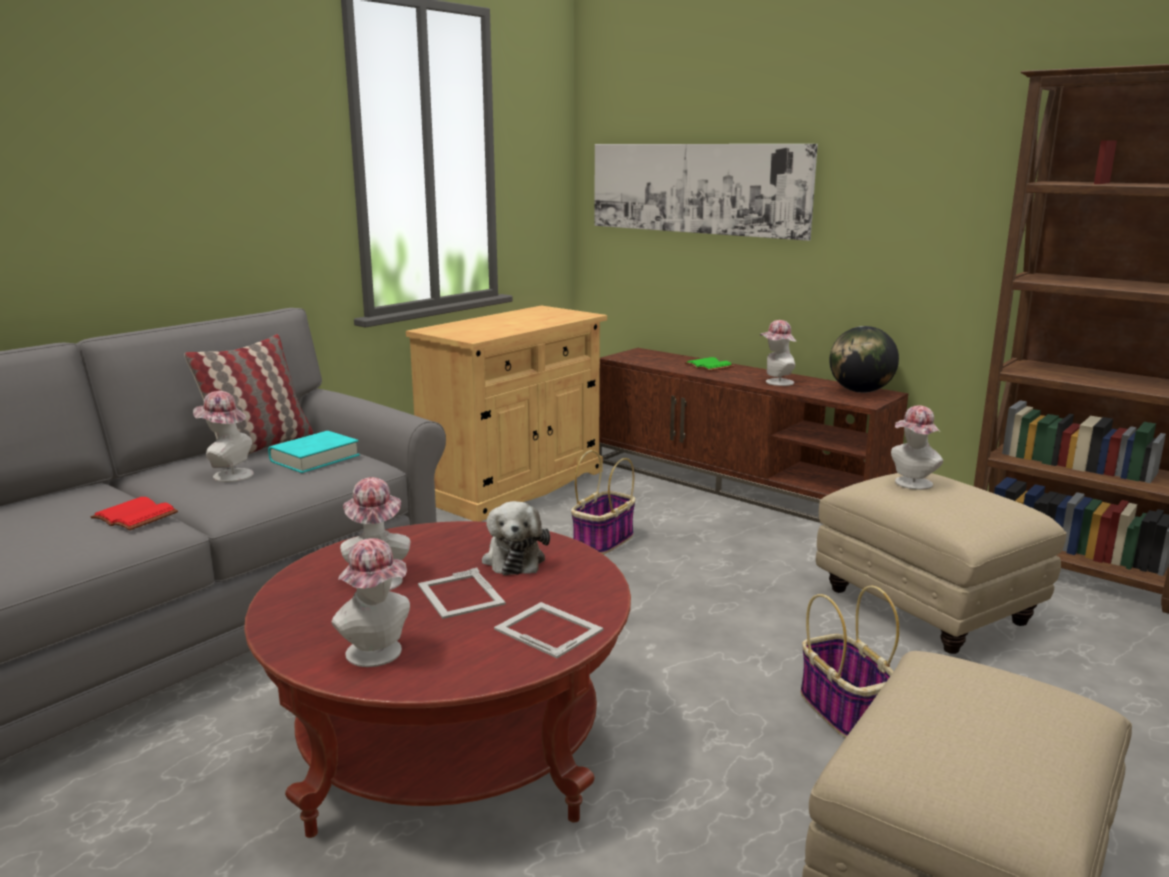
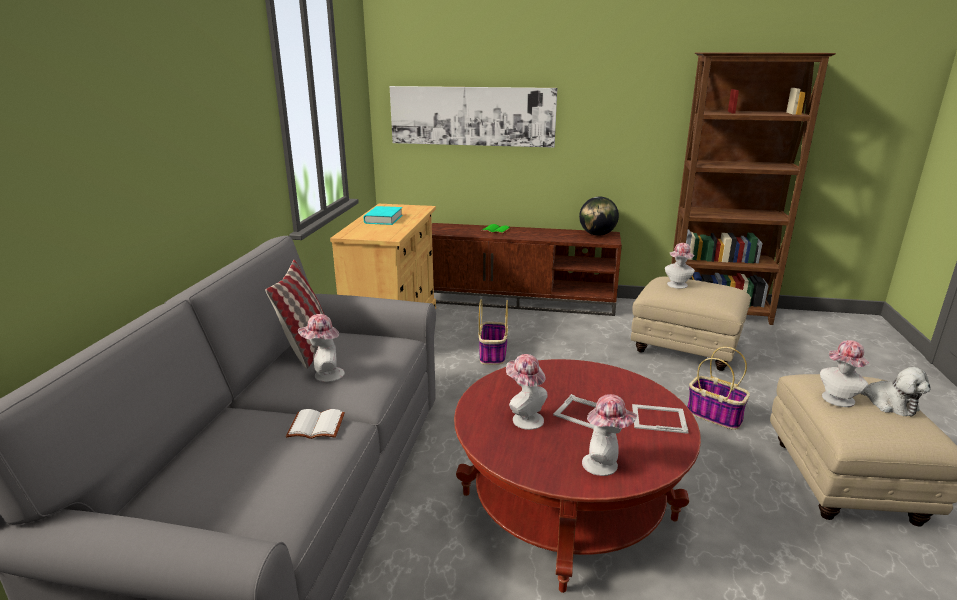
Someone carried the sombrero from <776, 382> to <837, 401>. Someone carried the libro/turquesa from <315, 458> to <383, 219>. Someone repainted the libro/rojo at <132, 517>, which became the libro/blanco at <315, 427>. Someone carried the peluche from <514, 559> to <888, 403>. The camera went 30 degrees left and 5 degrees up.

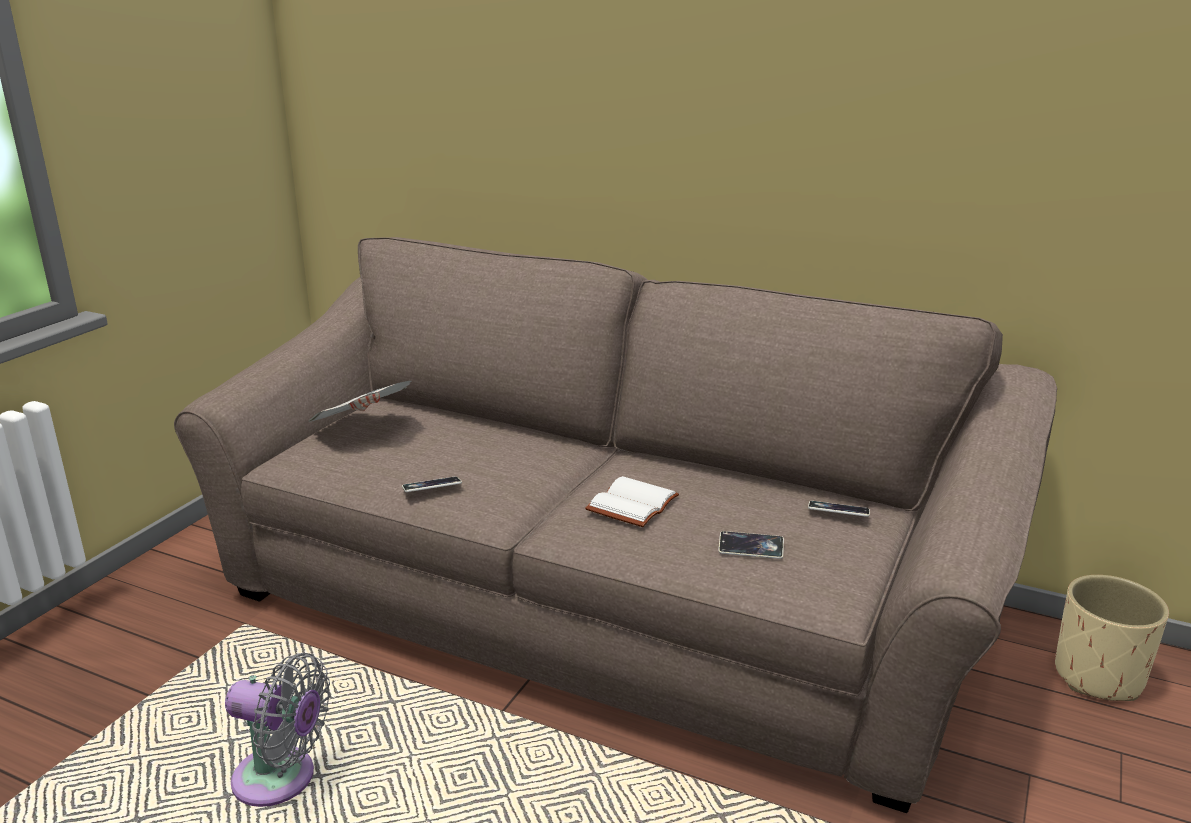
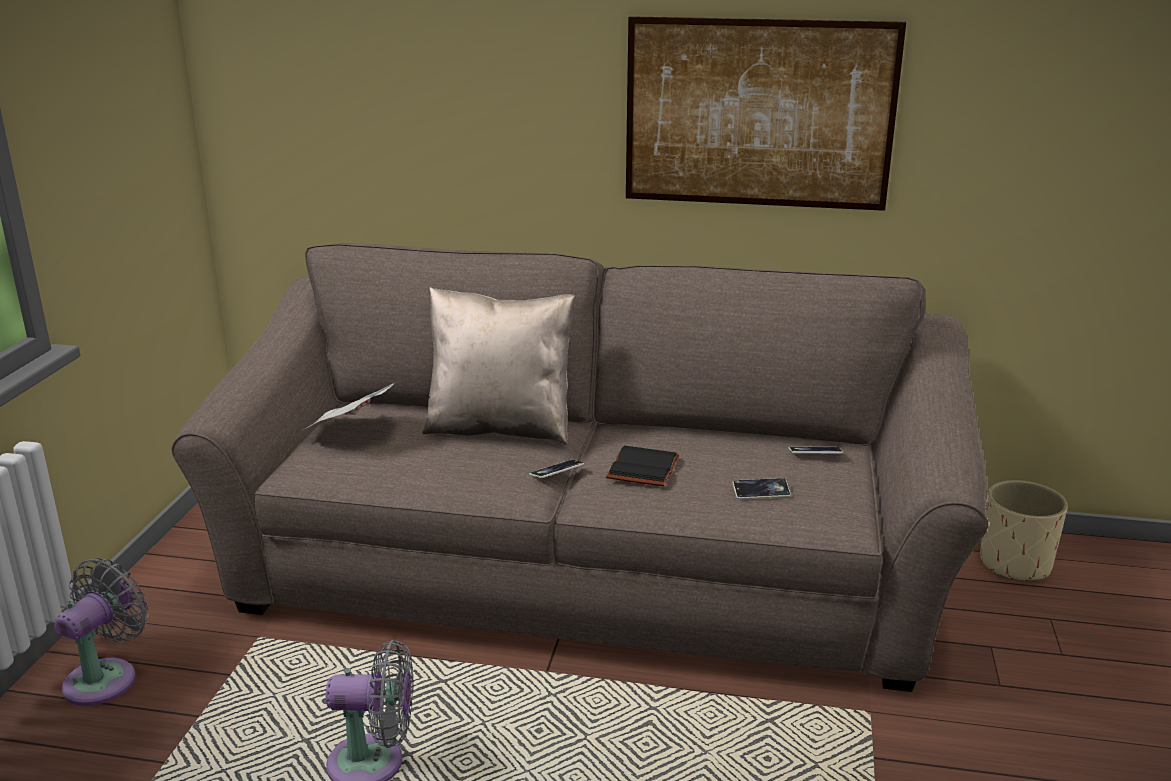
Someone carried the móvil from <432, 488> to <556, 472>. Someone repainted the libro/blanco at <631, 503>, which became the libro/negro at <641, 468>. Someone put up the cuadro at <758, 114>. Someone put down the cojín/beis at <500, 427>. Someone put down the ventilador/gris at <106, 678>. The camera went 15 degrees left and 0 degrees up.

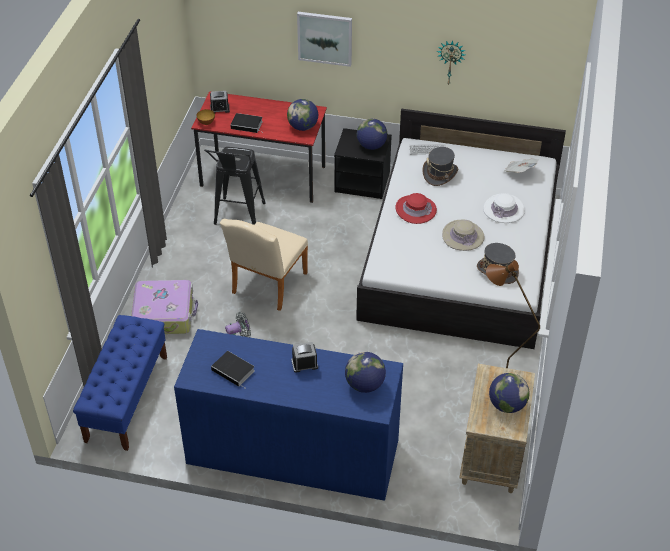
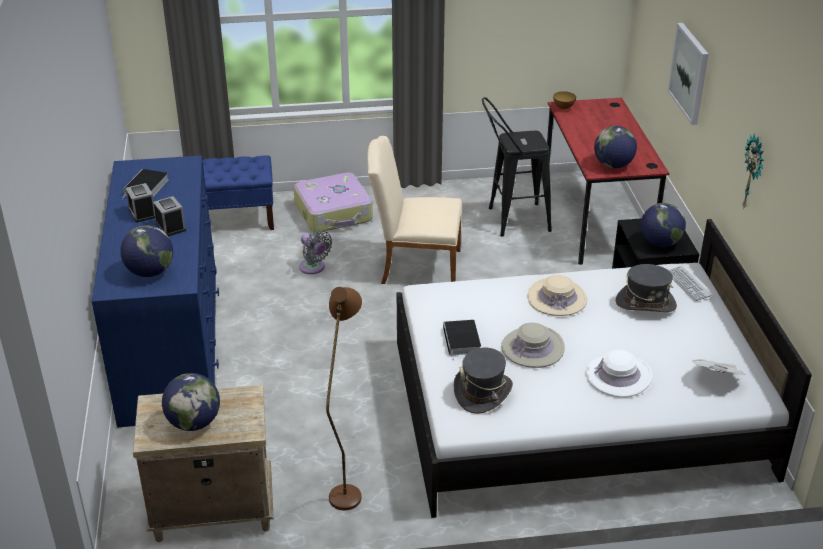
Someone carried the despertador from <220, 108> to <142, 213>. Someone carried the libro from <247, 125> to <462, 341>. Someone repainted the sombrero/rojo at <415, 210>, which became the sombrero/beis at <557, 298>. The camera went 70 degrees right and 10 degrees down.

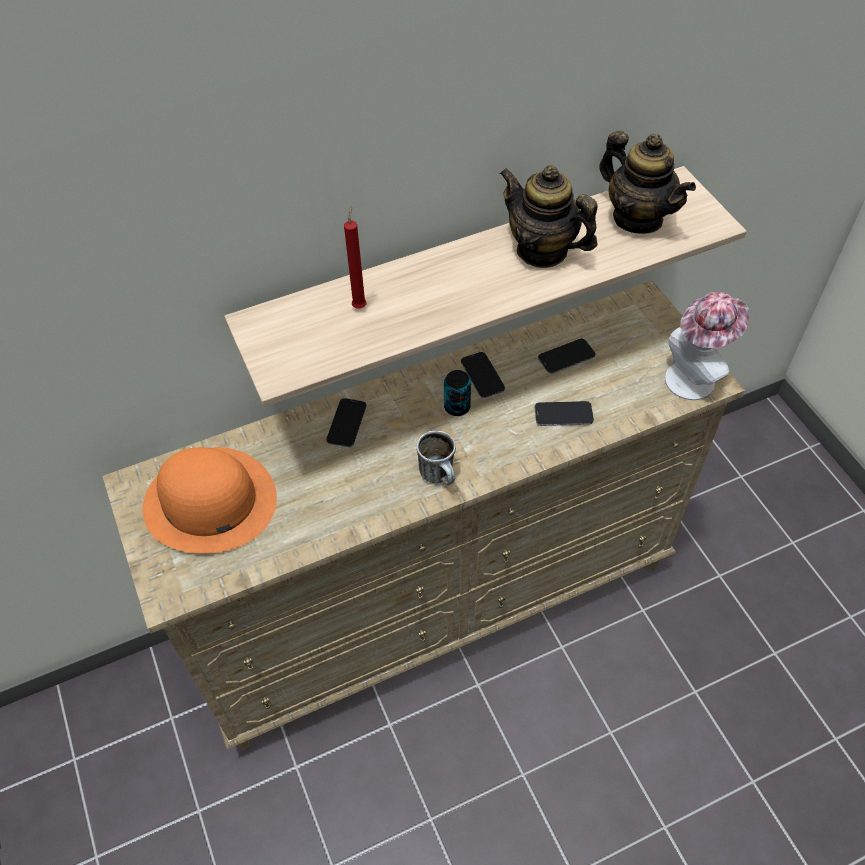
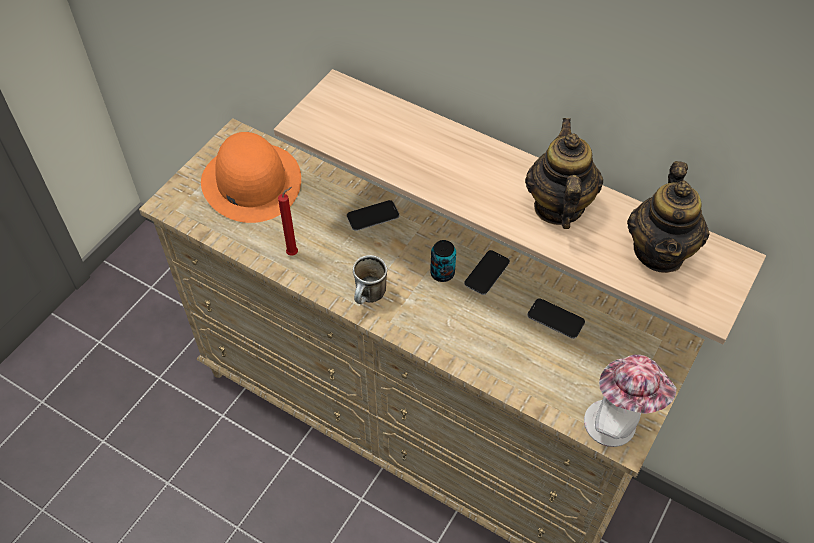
Someone carried the vela/rojo from <360, 305> to <294, 253>. Someone took away the móvil at <563, 414>. The camera went 55 degrees right and 0 degrees up.

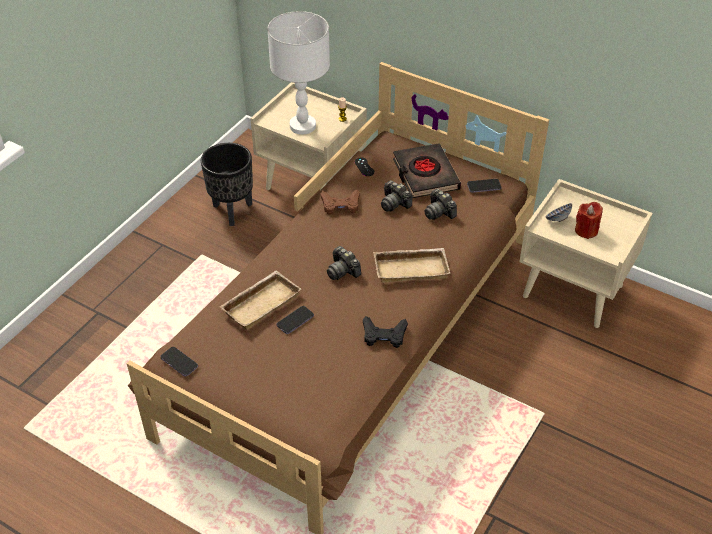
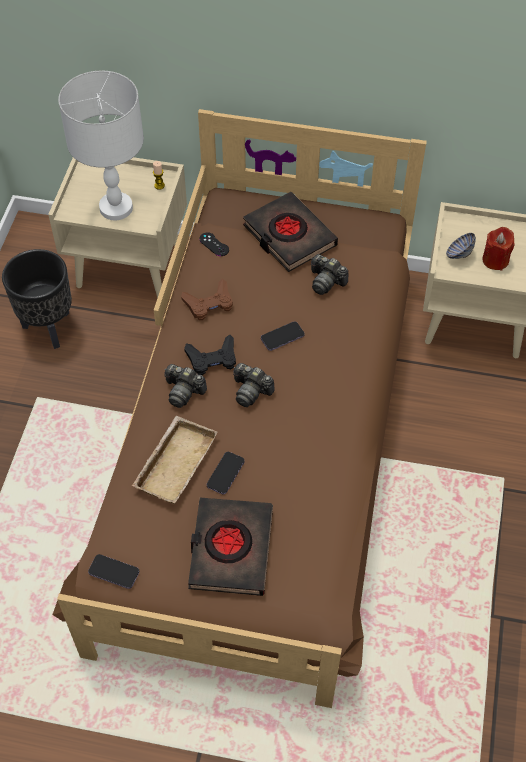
Someone carried the móvil from <484, 186> to <282, 337>. Someone carried the cámara from <394, 203> to <183, 391>. Someone took away the bandeja/beis at <411, 268>. Someone carried the mando de consola/negro from <384, 335> to <212, 359>. Someone put down the libro/negro at <230, 549>. The camera went 20 degrees left and 10 degrees up.

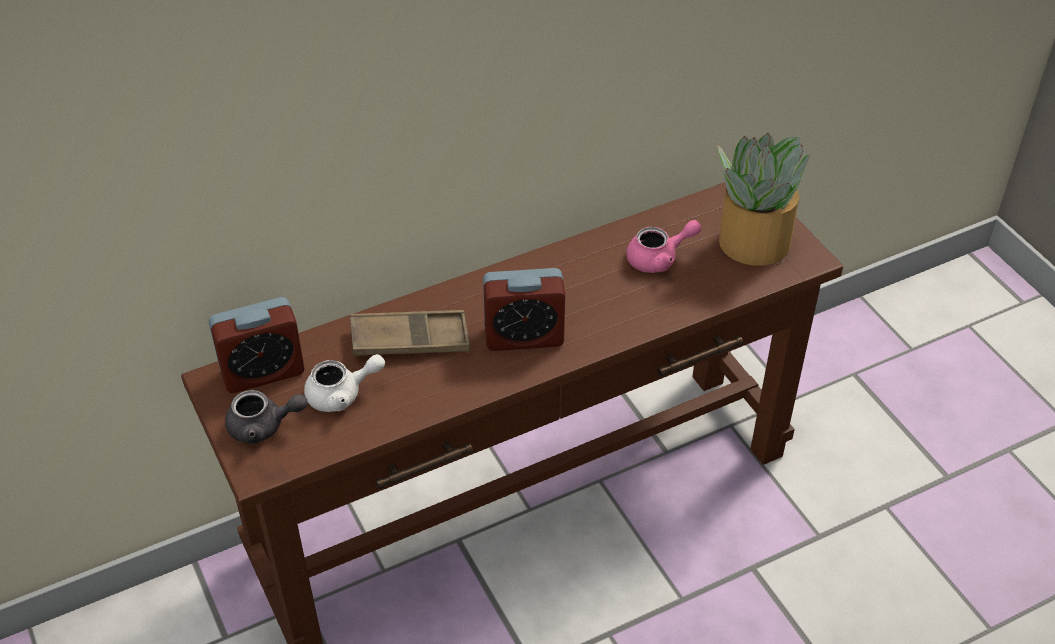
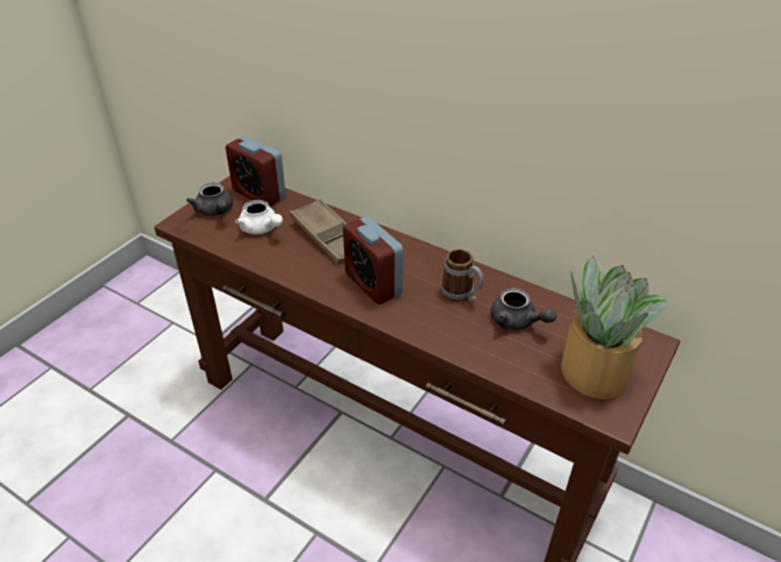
Someone repainted the tetera/rosa at <659, 258>, which became the tetera/gris at <517, 322>. Someone put down the taza grande at <461, 295>. The camera went 60 degrees right and 5 degrees down.

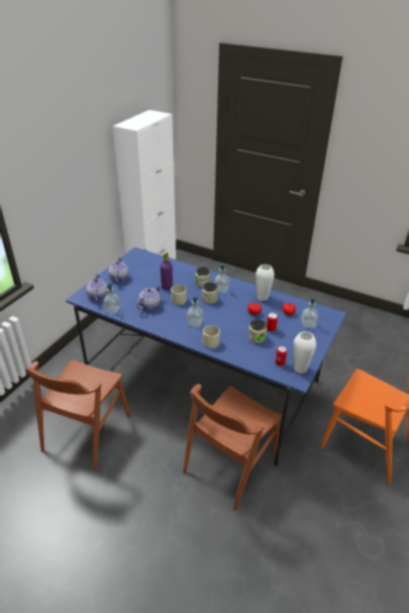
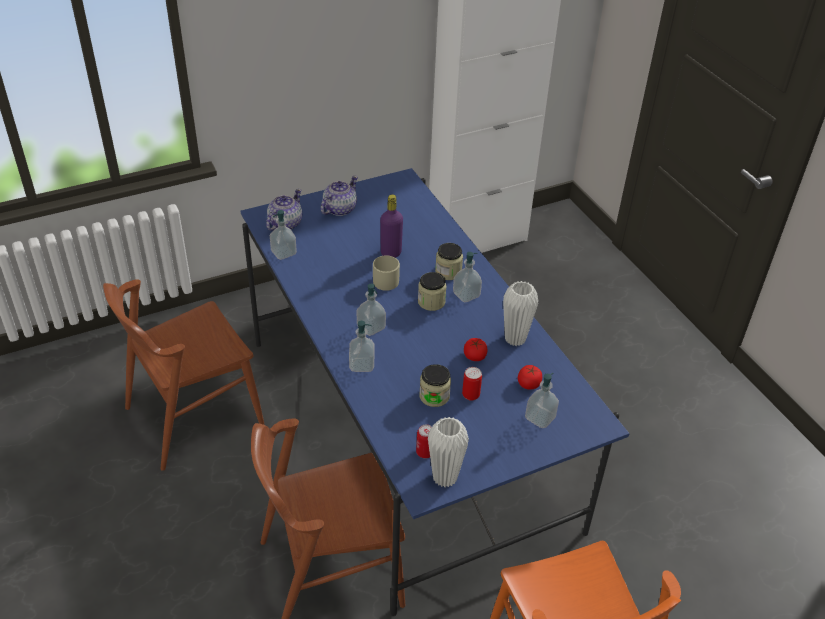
Someone took away the tetera at <149, 305>. Someone swapped the taza grande/beis at <209, 341> for the dispensador de jabón at <361, 365>. The camera went 35 degrees right and 5 degrees up.

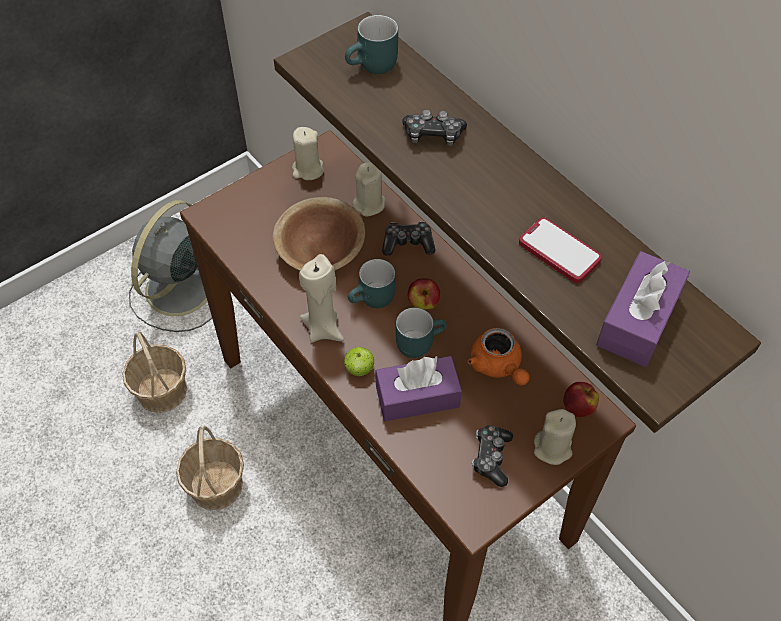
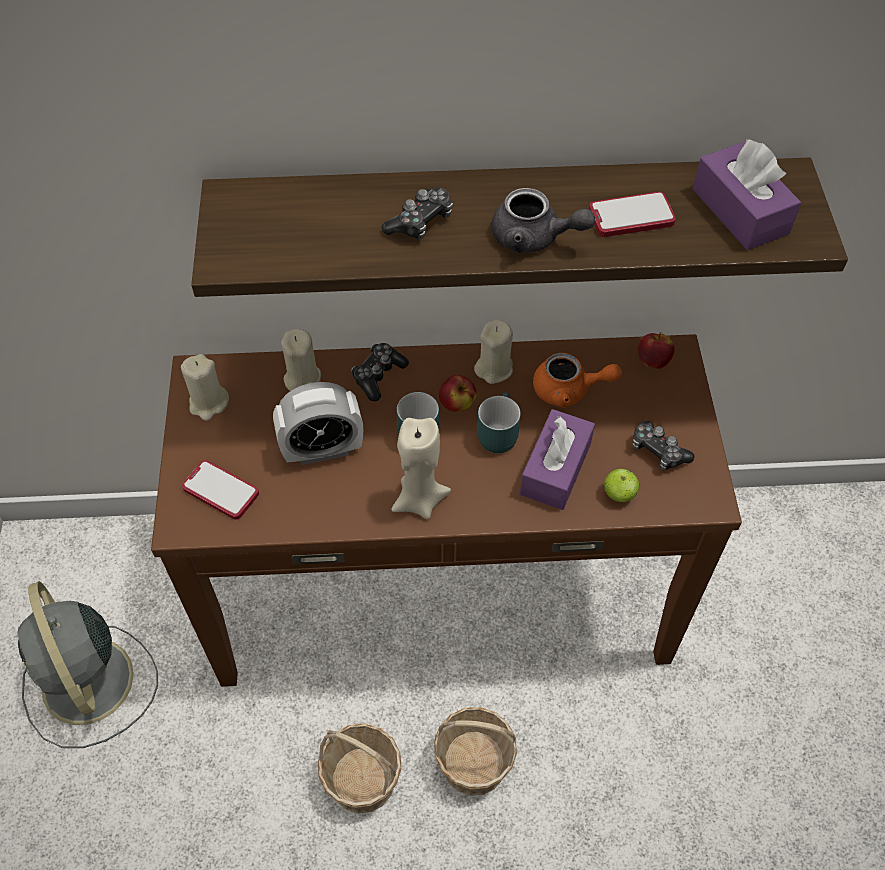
Someone took away the taza grande/turquesa at <373, 67>. Someone swapped the cuenco/marrón at <320, 250> for the despertador at <322, 450>. Someone carried the cesta from <162, 390> to <473, 762>. Someone carried the manzana from <359, 369> to <619, 494>. Someone carried the vela/beis from <552, 448> to <494, 368>. Someone put down the tetera/gris at <534, 238>. Someone put down the móvil at <221, 491>. The camera went 55 degrees left and 0 degrees up.

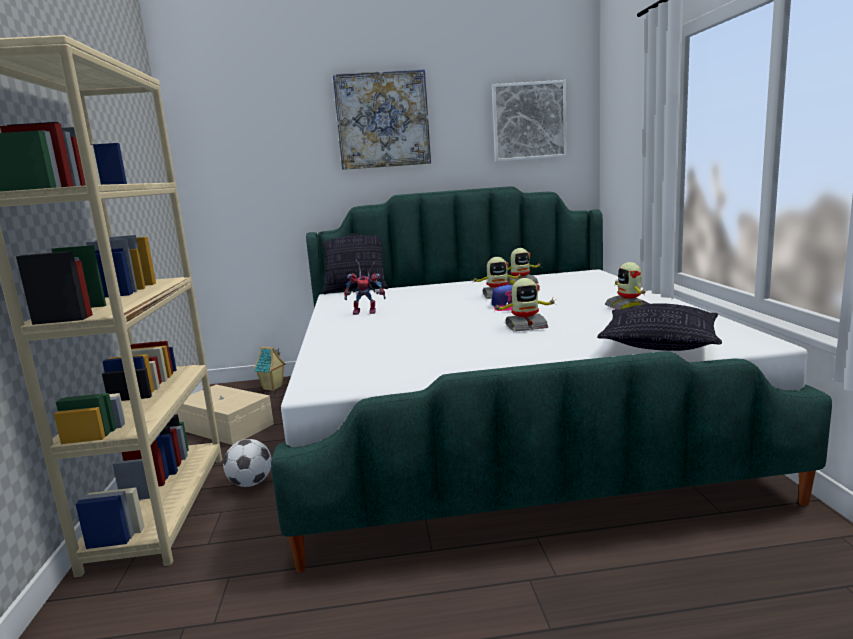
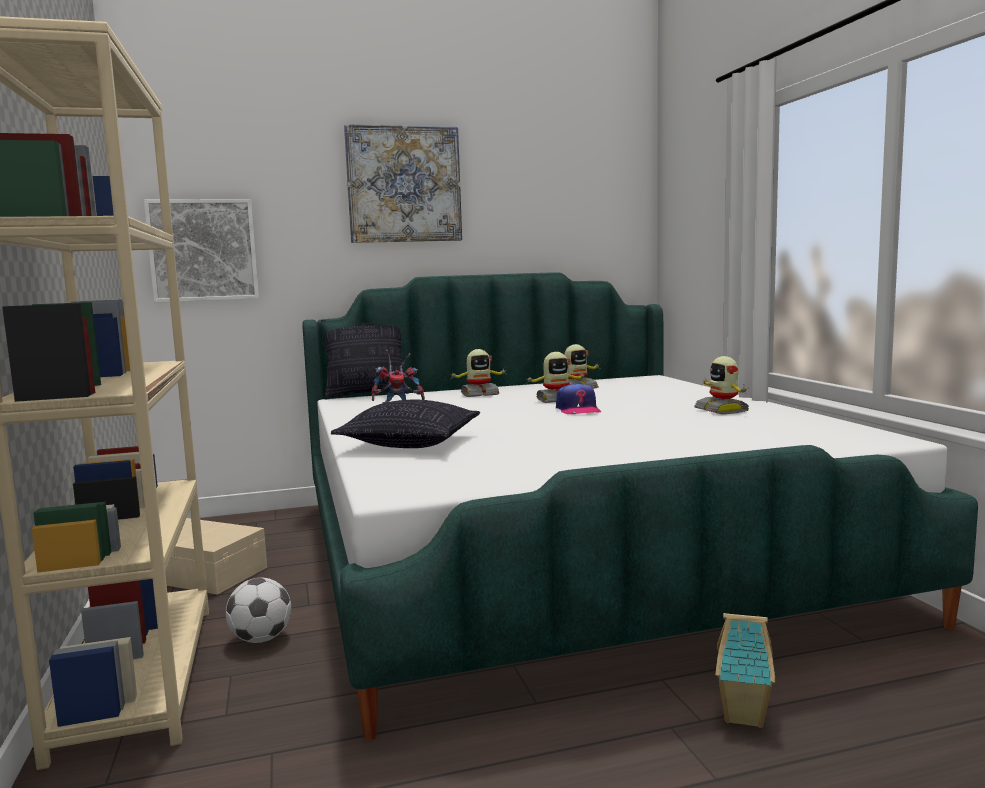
Someone carried the cuadro from <529, 121> to <203, 250>. Someone carried the robot de juguete from <525, 327> to <479, 394>. Someone carried the cojín from <660, 344> to <411, 443>. Someone carried the casita from <273, 388> to <745, 716>. The camera went 10 degrees left and 5 degrees down.

